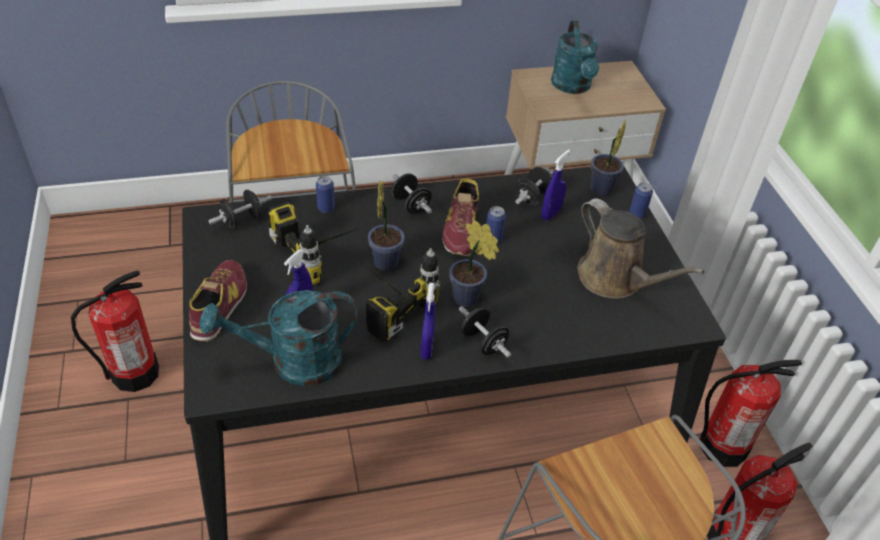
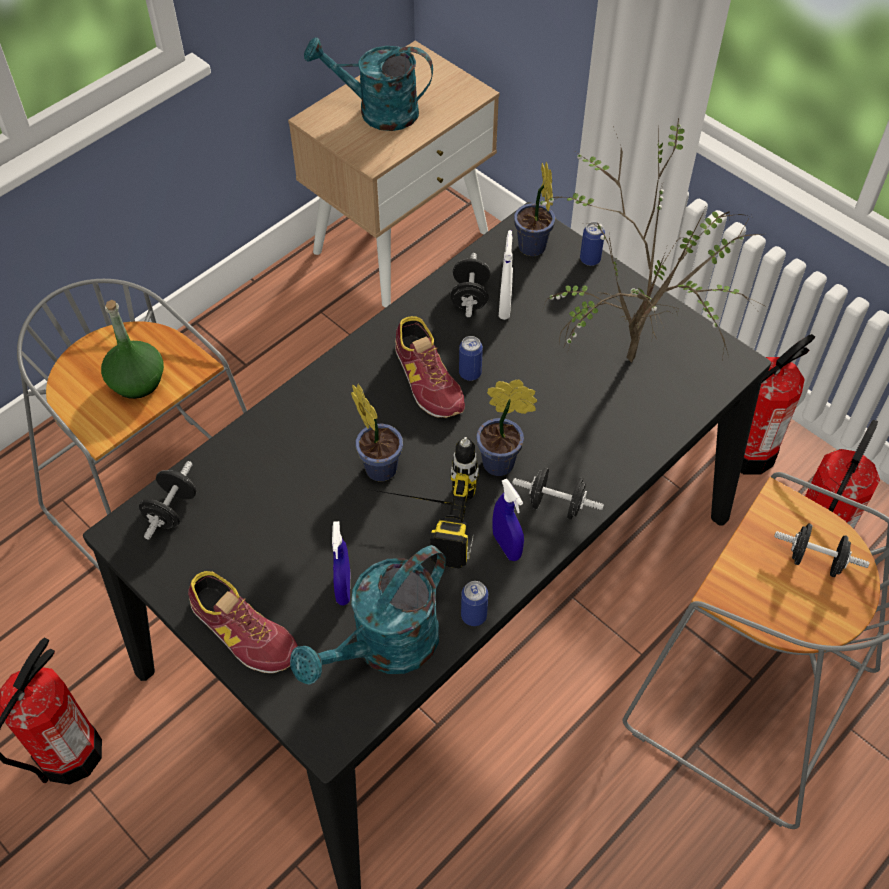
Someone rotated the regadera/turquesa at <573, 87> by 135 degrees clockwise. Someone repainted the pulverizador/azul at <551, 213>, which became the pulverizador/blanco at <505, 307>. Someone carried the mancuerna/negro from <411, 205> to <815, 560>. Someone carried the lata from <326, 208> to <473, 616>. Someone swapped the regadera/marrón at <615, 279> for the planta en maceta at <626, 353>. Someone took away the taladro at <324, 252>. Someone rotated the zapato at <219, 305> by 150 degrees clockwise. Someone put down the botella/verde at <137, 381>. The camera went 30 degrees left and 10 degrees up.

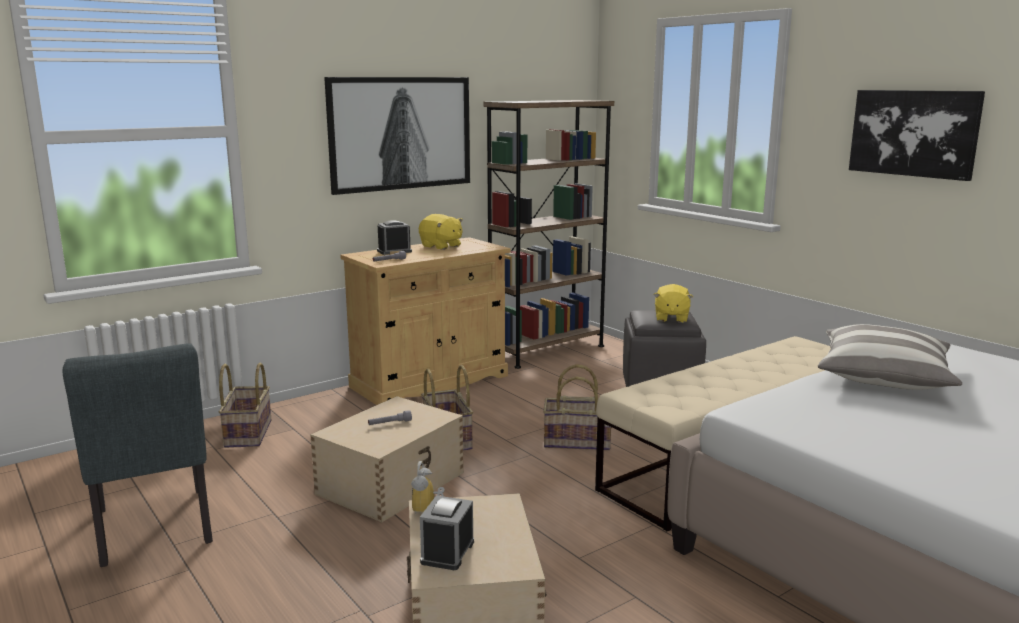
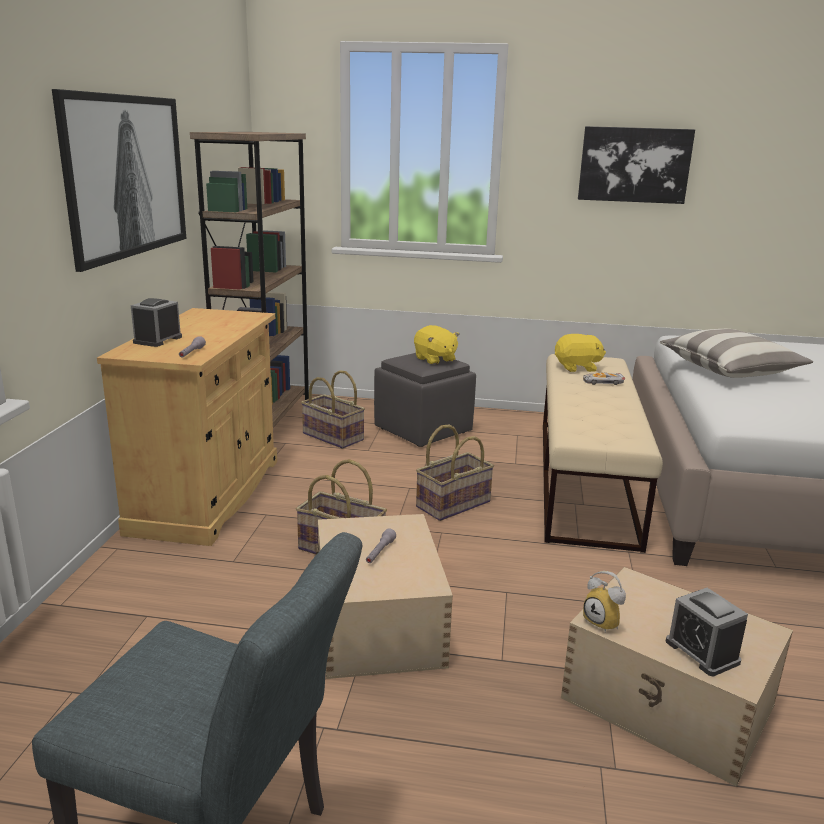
Someone carried the peluche/amarillo from <441, 246> to <577, 368>. Someone carried the cesta from <247, 433> to <332, 437>. Someone put down the coche de juguete at <602, 382>. The camera went 45 degrees left and 5 degrees up.

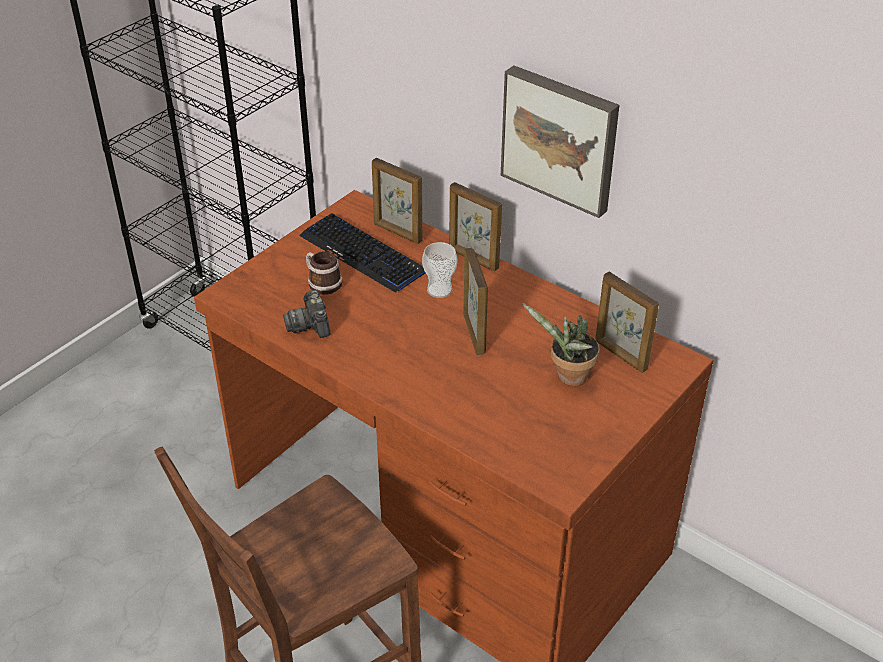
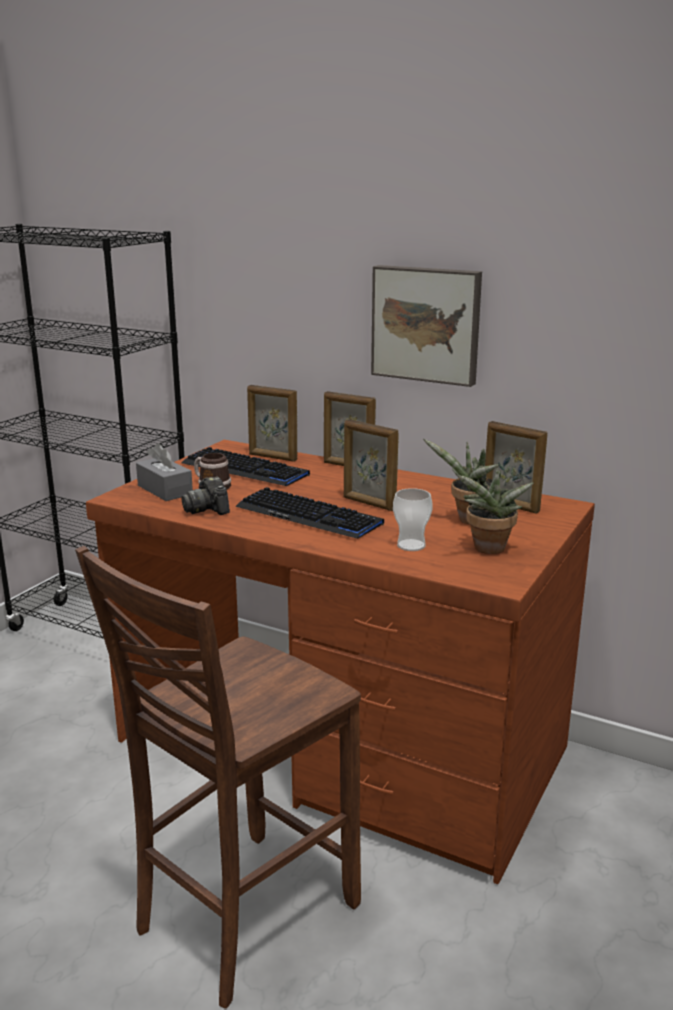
Someone carried the taza from <439, 290> to <411, 545>. Someone rotated the portarretratos at <474, 333> by 150 degrees clockwise. Someone put down the caja de pañuelos/gris at <165, 490>. Someone put down the planta en maceta at <488, 550>. Someone put down the teclado at <309, 516>. The camera went 10 degrees left and 20 degrees down.

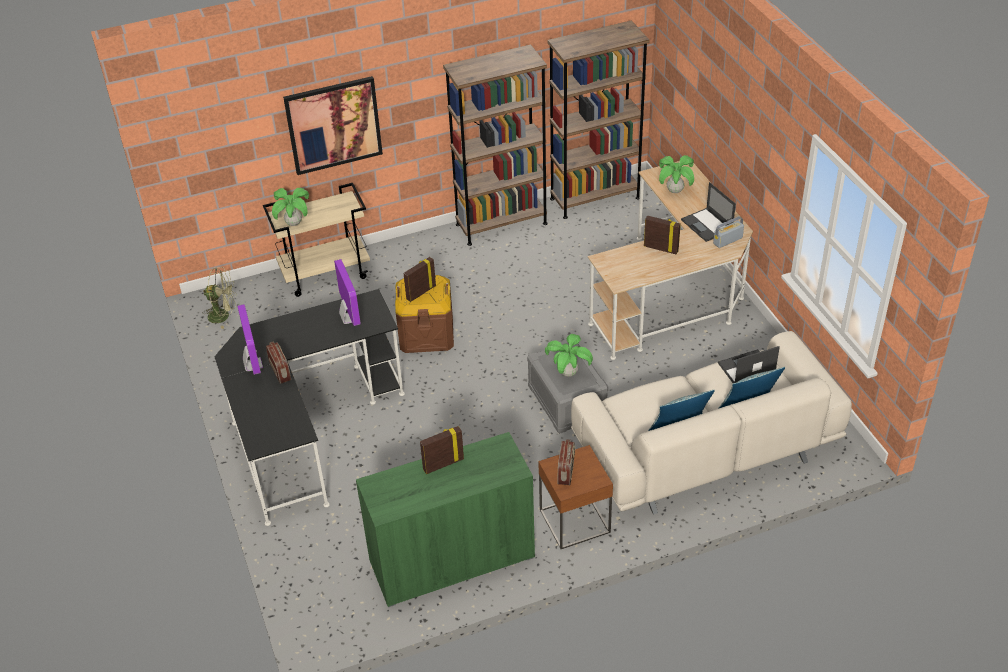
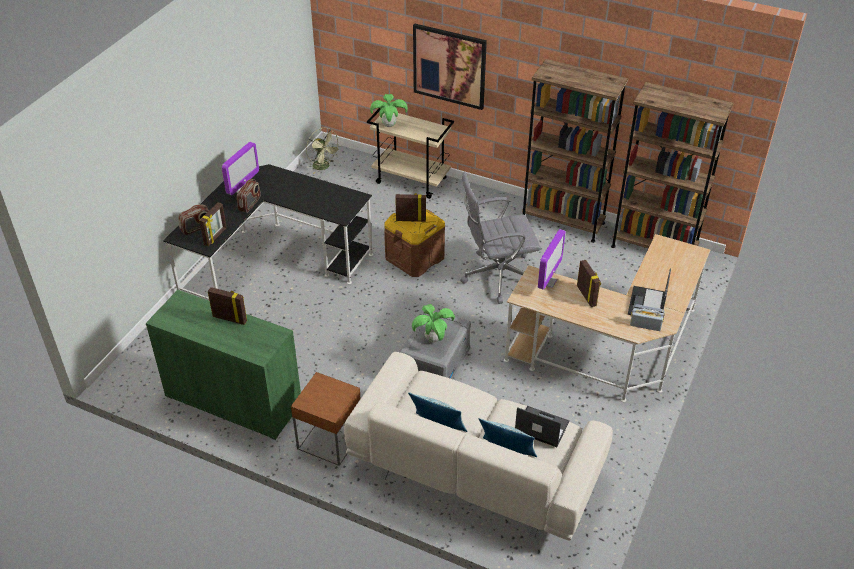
Someone took away the planta en maceta at <674, 191>. Someone carried the monitor from <349, 318> to <547, 281>. Someone carried the radio from <566, 471> to <196, 228>. Someone put down the silla de oficina/gris at <497, 276>. Someone put down the portarretratos at <216, 237>. The camera went 45 degrees right and 0 degrees up.

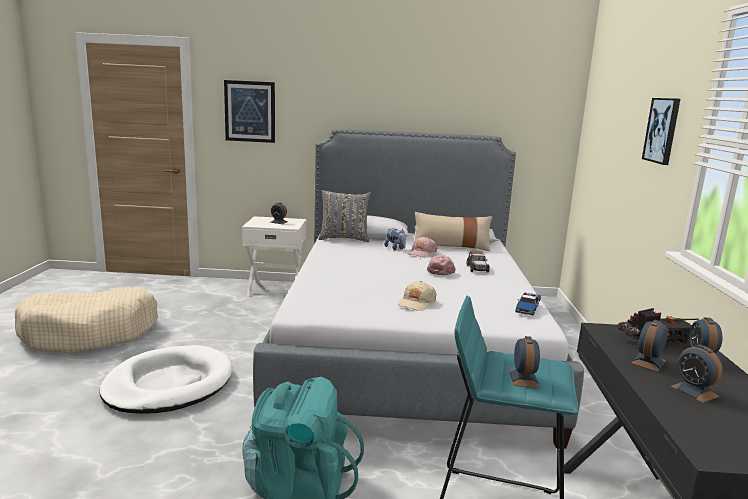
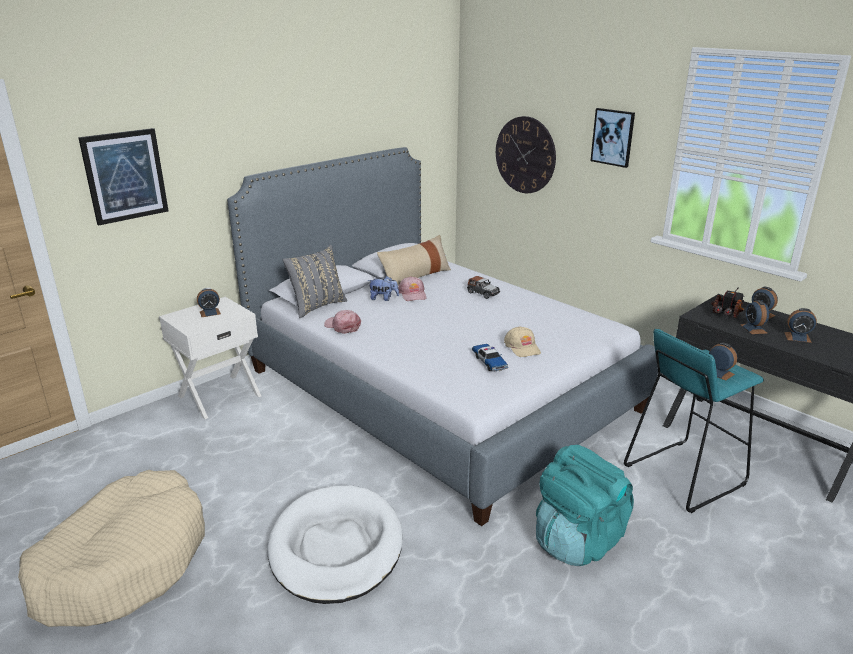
Someone carried the gorra/rosa from <439, 270> to <342, 326>. Someone carried the coche de juguete from <527, 308> to <489, 362>. Someone put up the reloj de pared at <525, 155>. The camera went 45 degrees left and 10 degrees up.

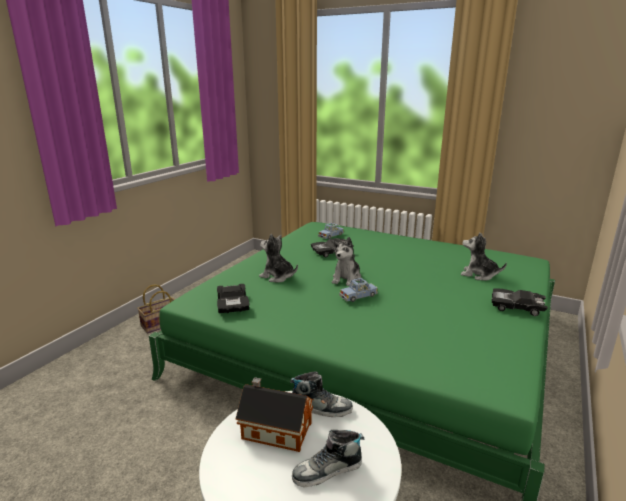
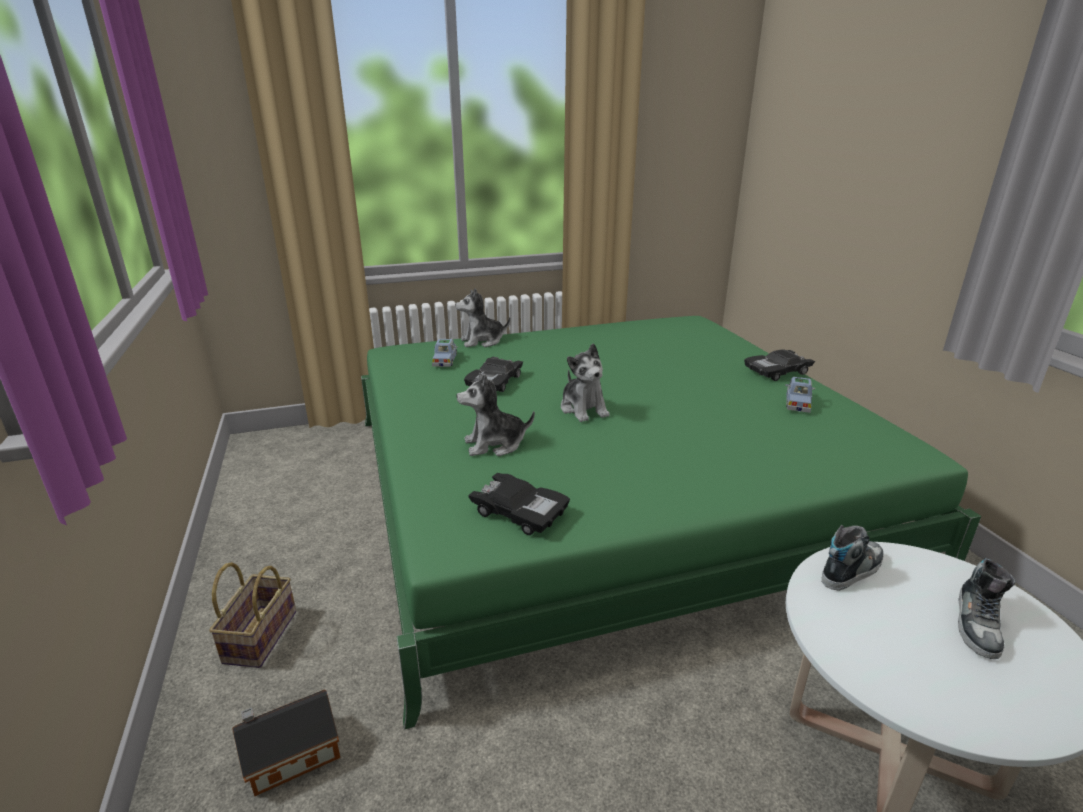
Someone carried the peluche from <478, 275> to <482, 341>. Someone carried the coche de juguete/azul from <358, 296> to <797, 402>. Someone carried the casita from <274, 429> to <289, 755>. The camera went 45 degrees left and 5 degrees up.

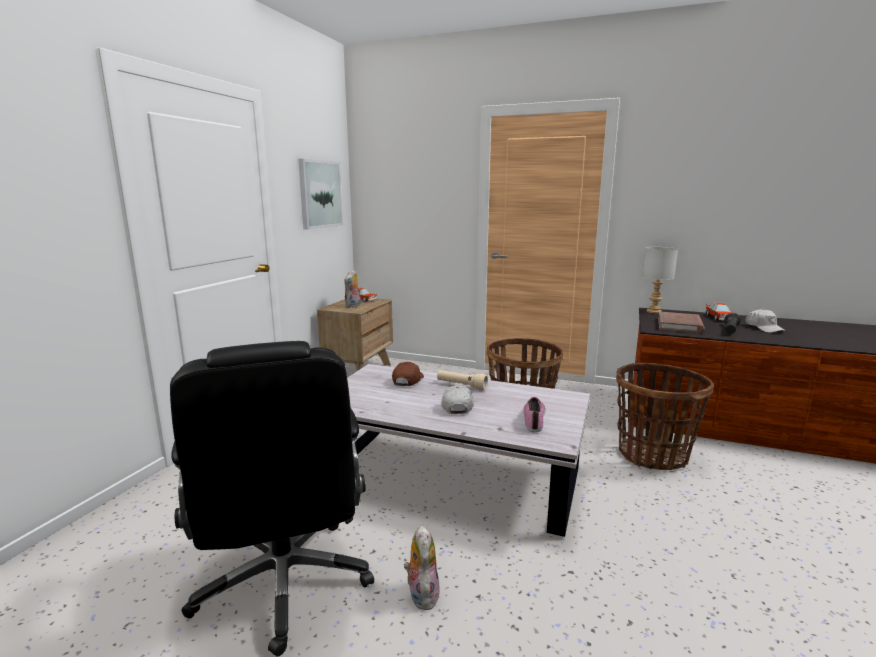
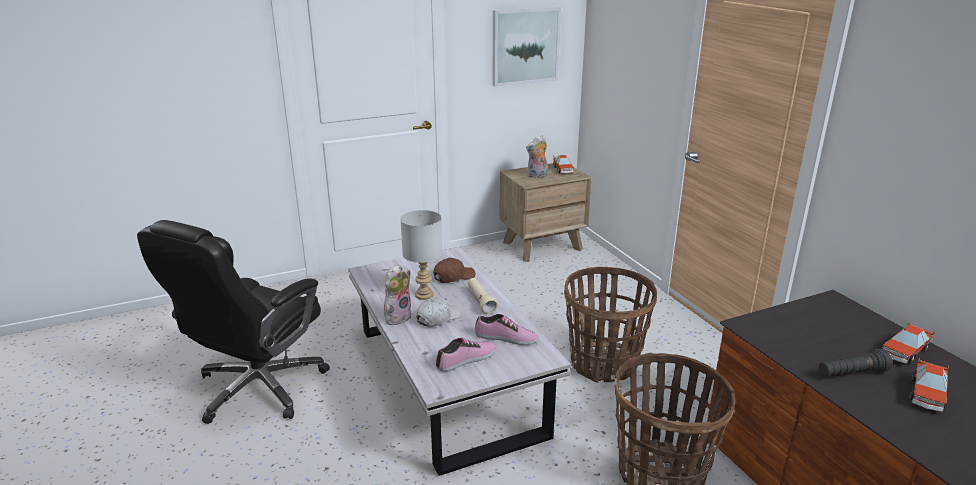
Someone carried the lámpara de mesa/gris from <653, 312> to <423, 295>. Someone swapped the gorra/blanco at <764, 328> for the coche de juguete at <926, 394>. Someone took away the libro/marrón at <679, 325>. Someone carried the peluche from <421, 593> to <397, 317>. Someone put down the zapato at <506, 338>. The camera went 45 degrees right and 10 degrees up.

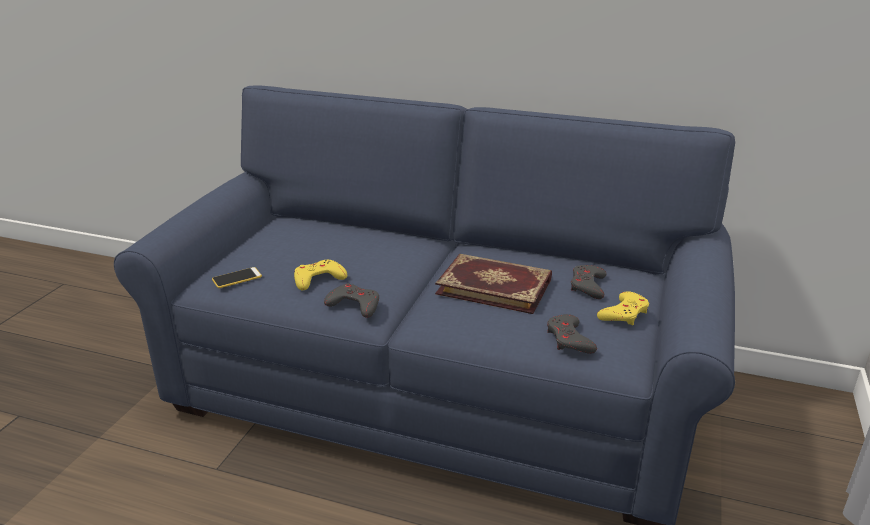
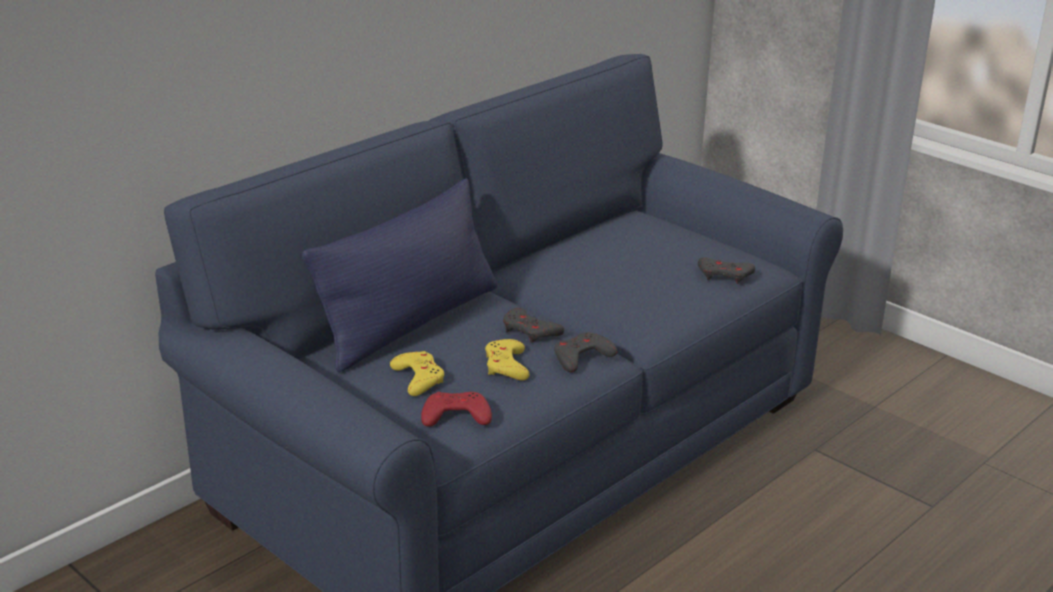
Someone took away the libro at <494, 286>. Someone carried the mando de consola/gris from <588, 286> to <530, 331>. Someone swapped the móvil at <237, 278> for the mando de consola/rojo at <456, 416>. Someone carried the mando de consola/amarillo from <624, 313> to <418, 378>. Someone put down the cojín/azul at <410, 323>. The camera went 65 degrees left and 0 degrees up.

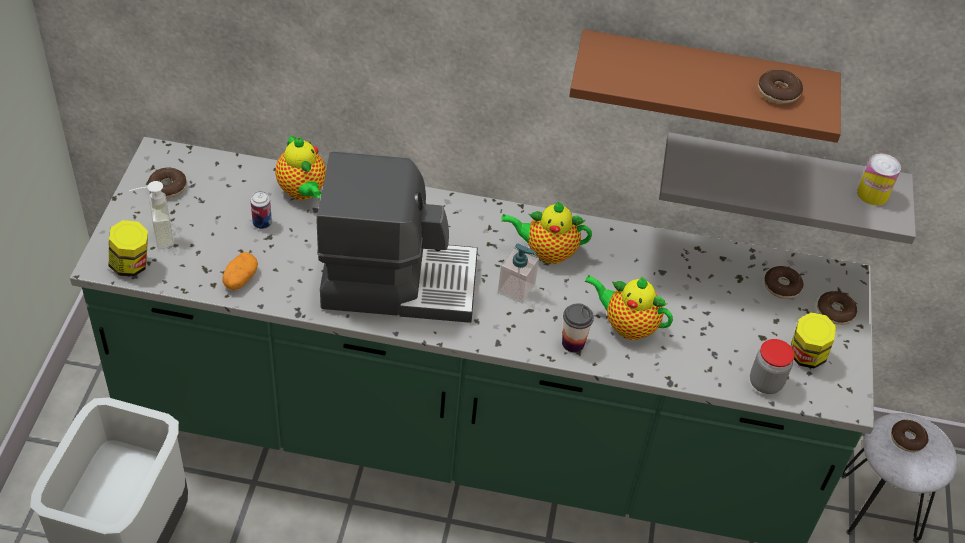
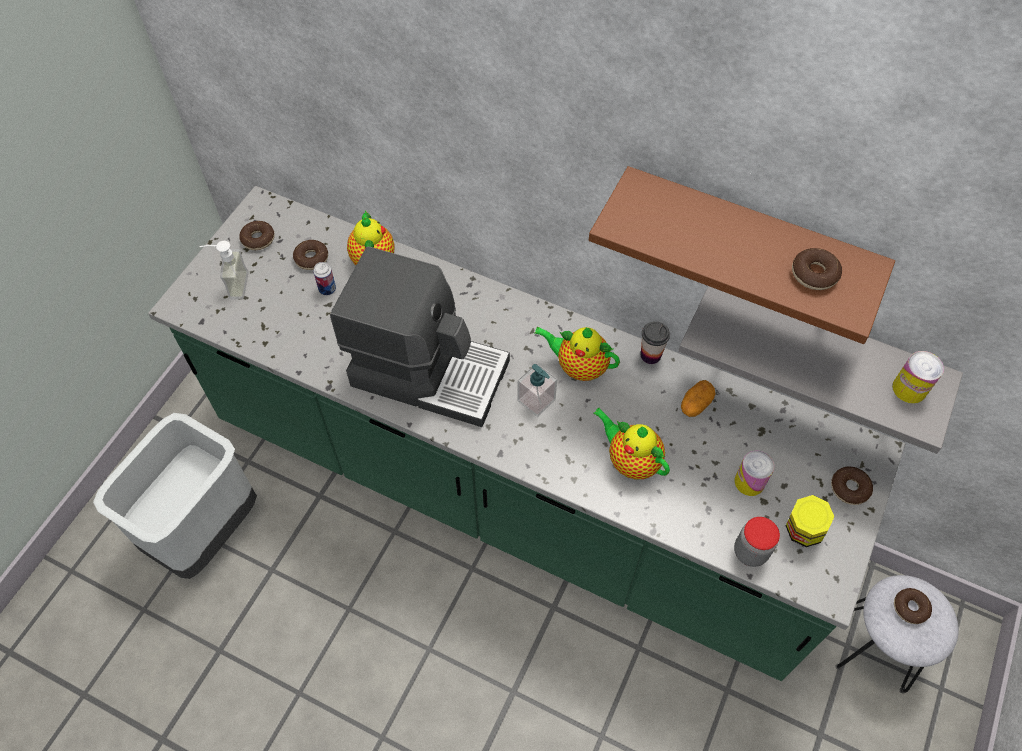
Someone took away the tarro at <131, 265>. Someone carried the patata from <240, 279> to <695, 404>. Someone carried the rosquilla from <782, 286> to <311, 258>. Someone carried the taza from <573, 343> to <650, 355>. Someone put down the lata at <749, 482>. The camera went 20 degrees right and 10 degrees up.

